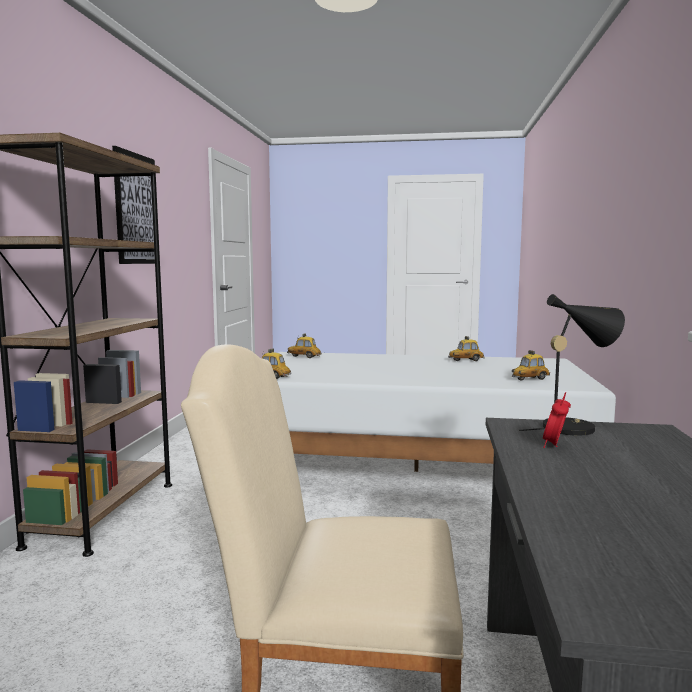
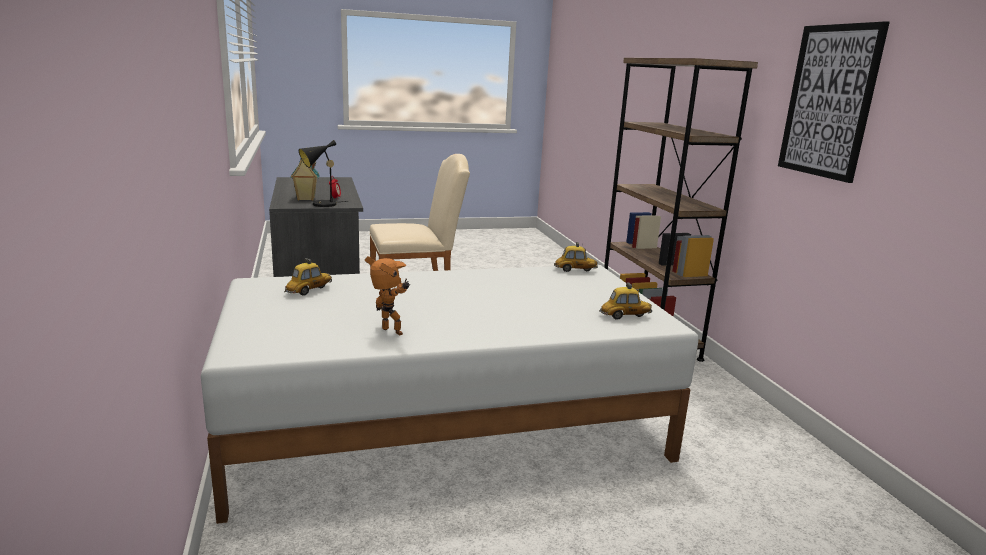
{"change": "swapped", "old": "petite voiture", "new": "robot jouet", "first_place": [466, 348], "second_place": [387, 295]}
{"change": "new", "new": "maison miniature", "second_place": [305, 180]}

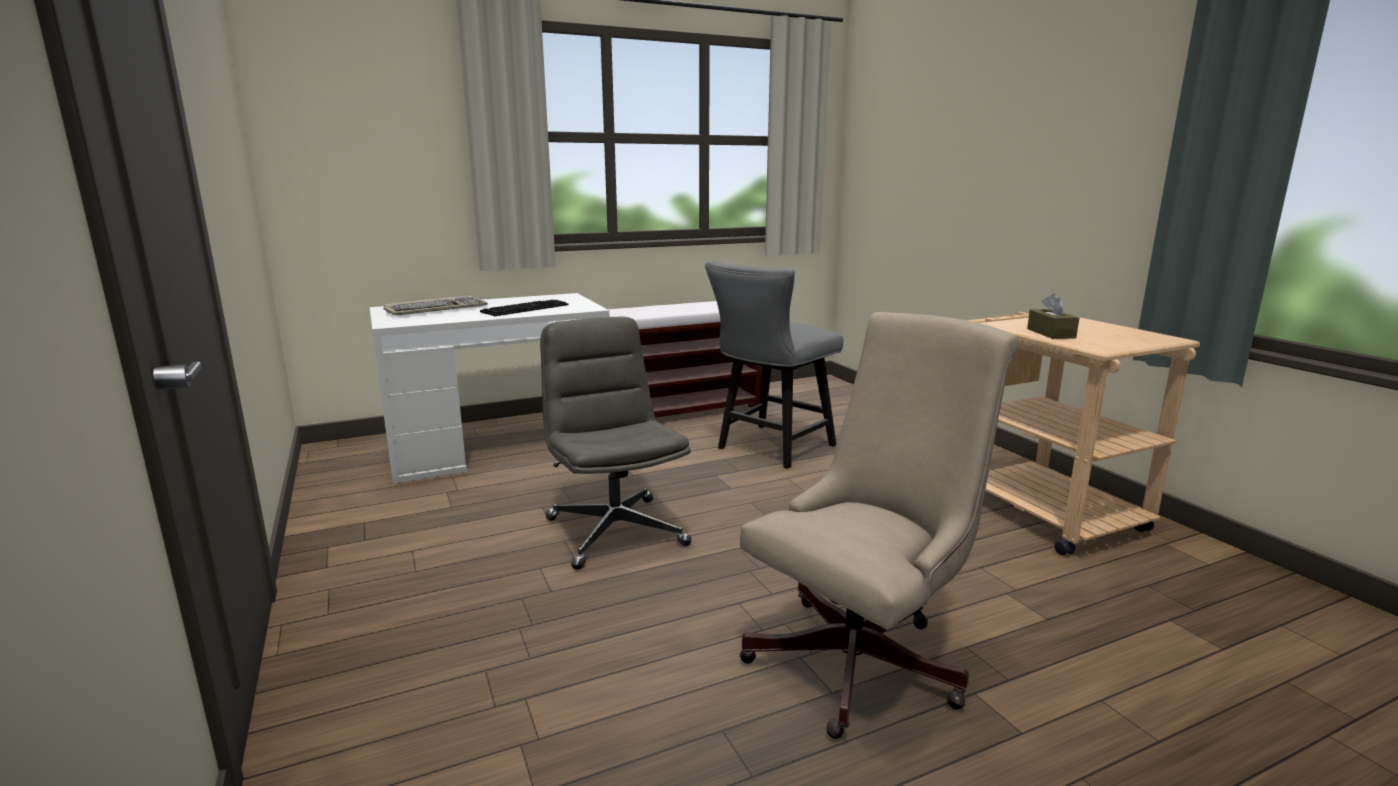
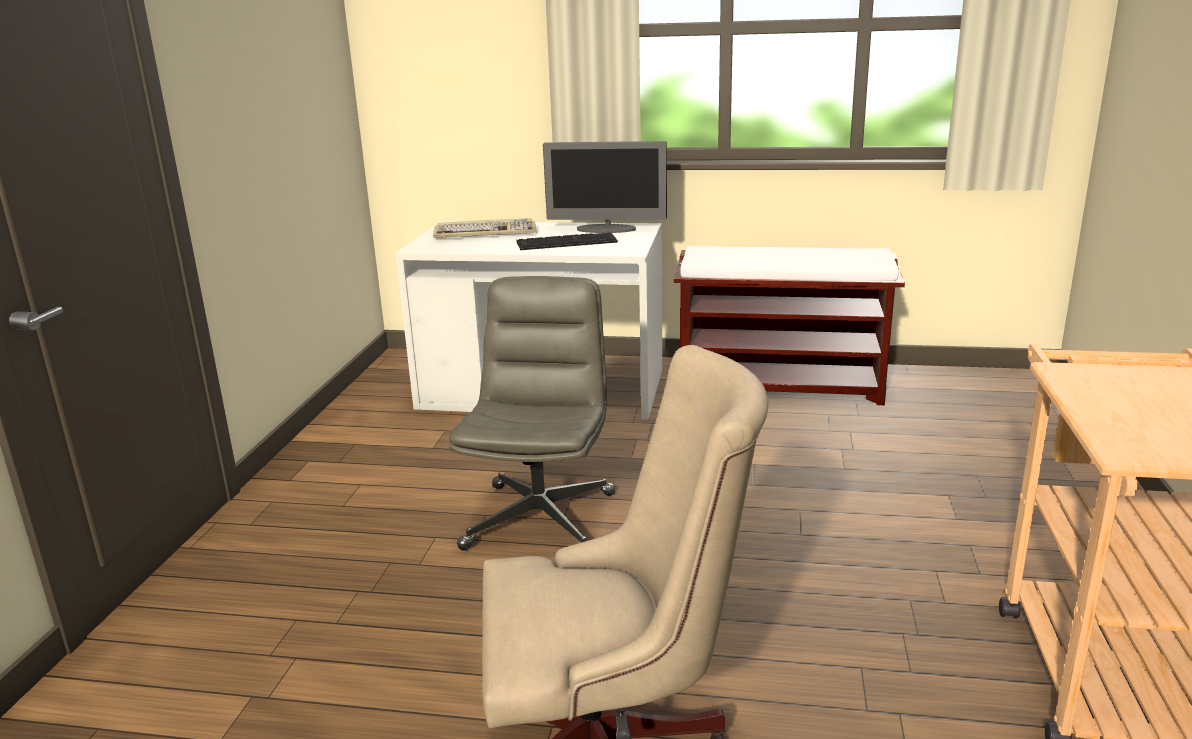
{"change": "gone", "old": "chaise (gris)", "first_place": [774, 365]}
{"change": "gone", "old": "boîte à mouchoirs (marron)", "first_place": [1053, 316]}
{"change": "new", "new": "écran d'ordinateur", "second_place": [605, 187]}

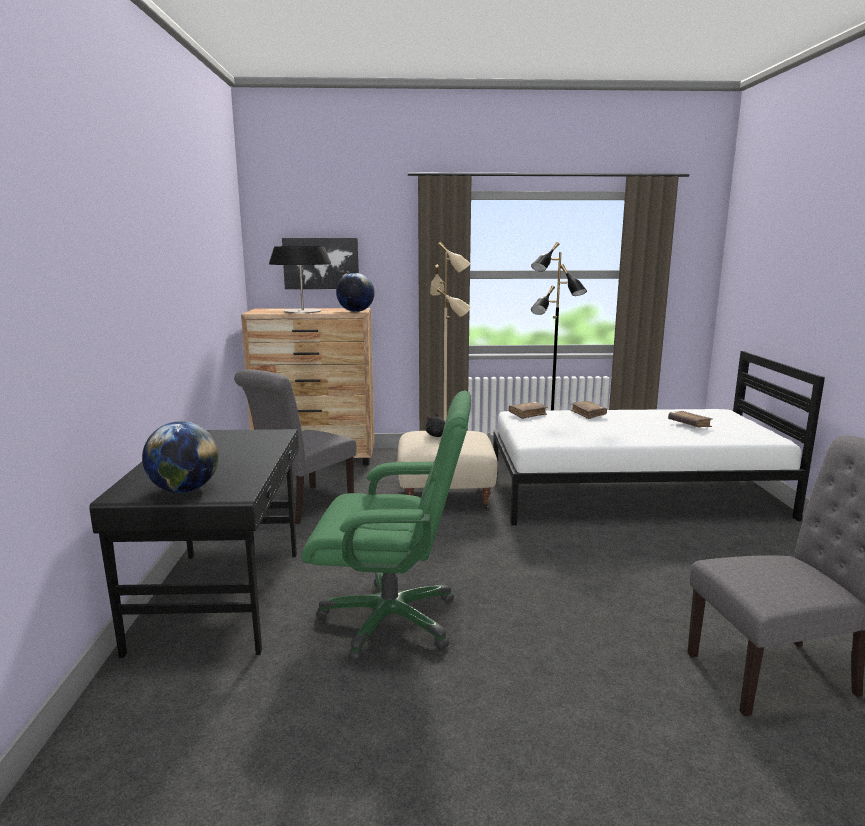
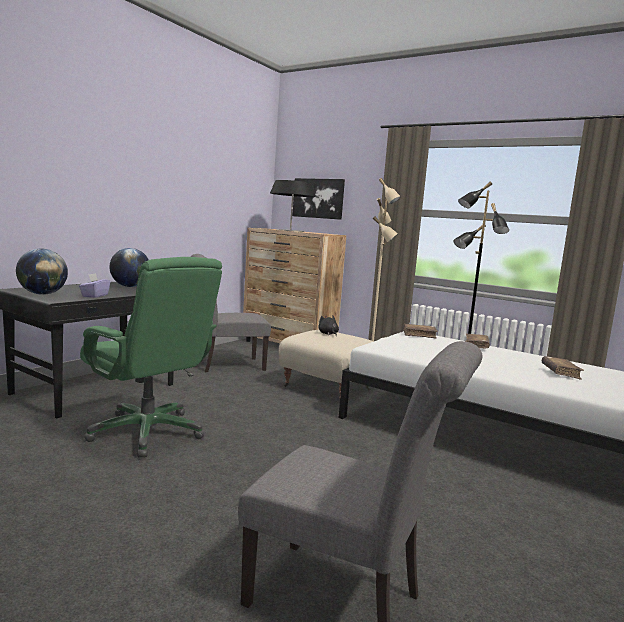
{"change": "shifted", "old": "globe", "first_place": [355, 292], "second_place": [129, 267]}
{"change": "new", "new": "boîte à mouchoirs (violet)", "second_place": [94, 285]}

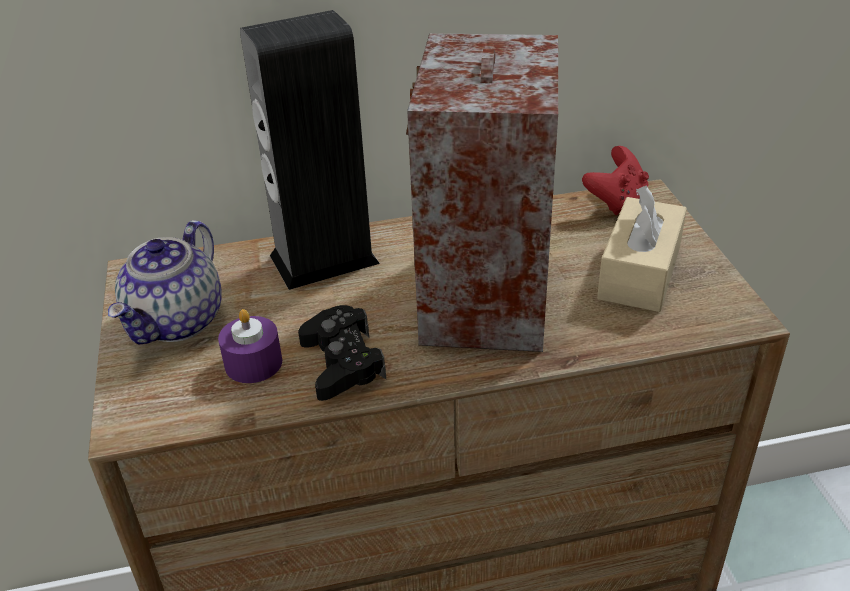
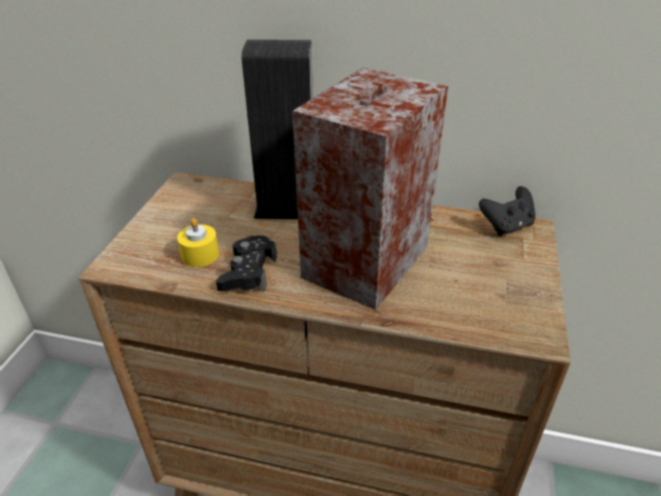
{"change": "repainted", "old": "manette (rouge)", "new": "manette (noir)", "first_place": [615, 180], "second_place": [507, 210]}
{"change": "gone", "old": "boîte à mouchoirs (beige)", "first_place": [642, 248]}
{"change": "gone", "old": "théière", "first_place": [165, 282]}
{"change": "repainted", "old": "bougie (violet)", "new": "bougie (jaune)", "first_place": [250, 346], "second_place": [198, 242]}

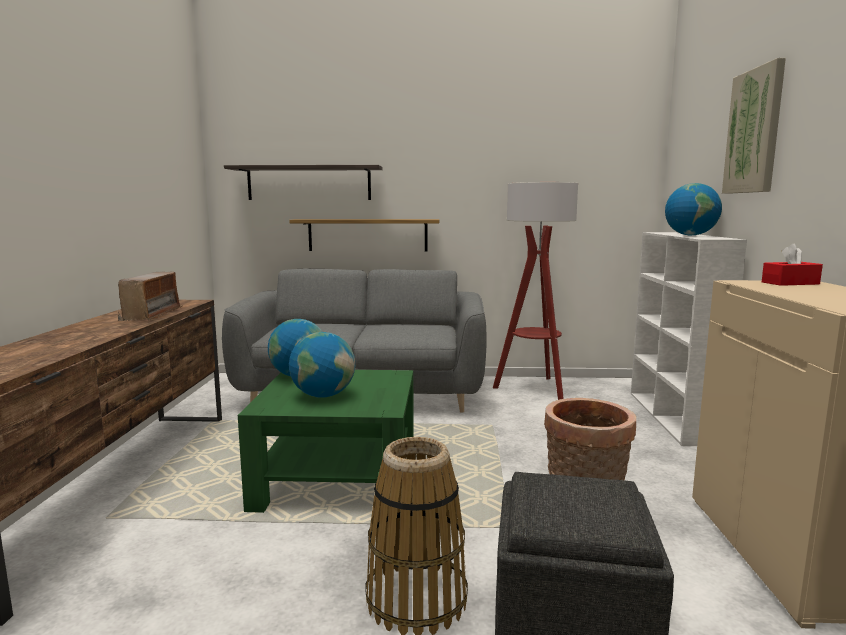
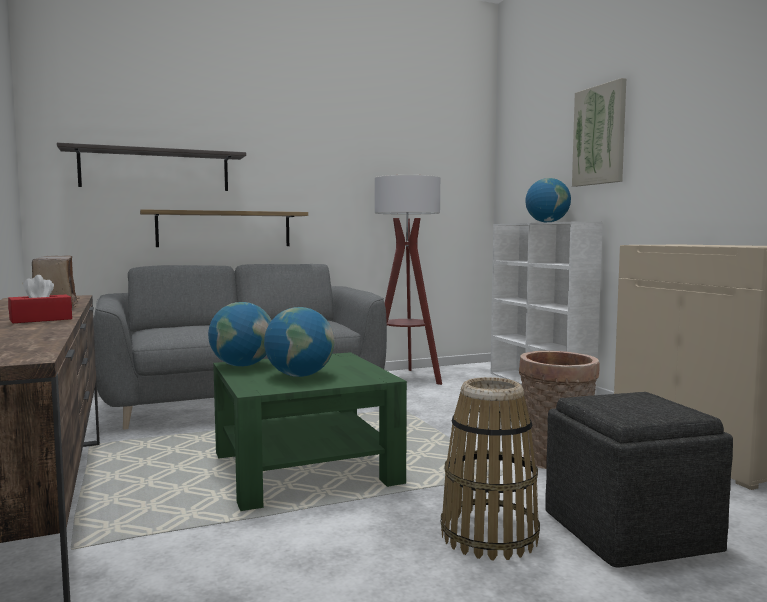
{"change": "shifted", "old": "boîte à mouchoirs (rouge)", "first_place": [792, 265], "second_place": [40, 299]}

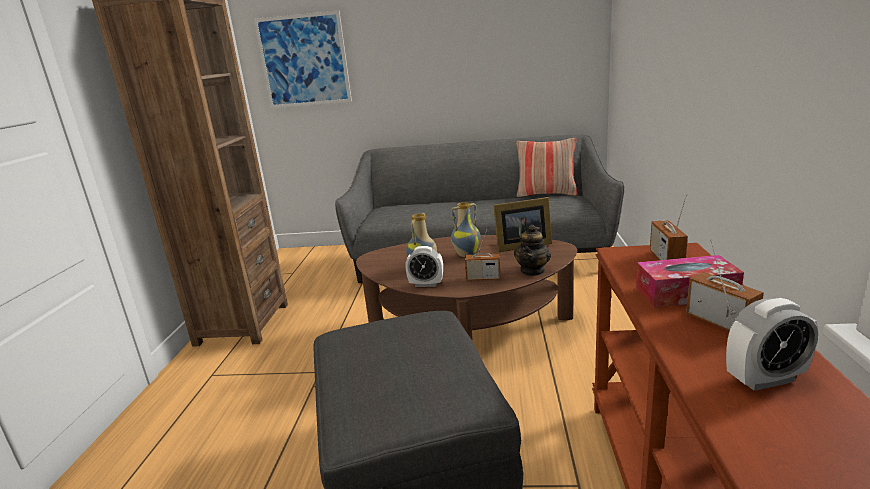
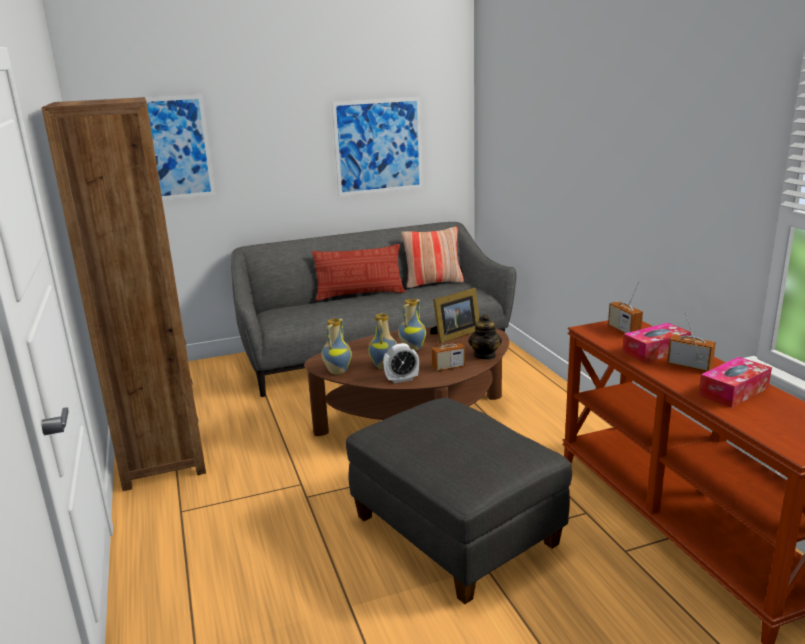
{"change": "swapped", "old": "réveil", "new": "boîte à mouchoirs", "first_place": [772, 344], "second_place": [735, 382]}
{"change": "new", "new": "tableau", "second_place": [377, 146]}
{"change": "new", "new": "coussin", "second_place": [358, 272]}
{"change": "new", "new": "vase", "second_place": [336, 347]}

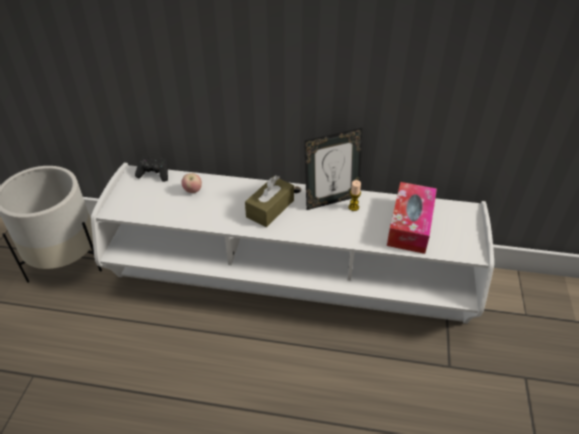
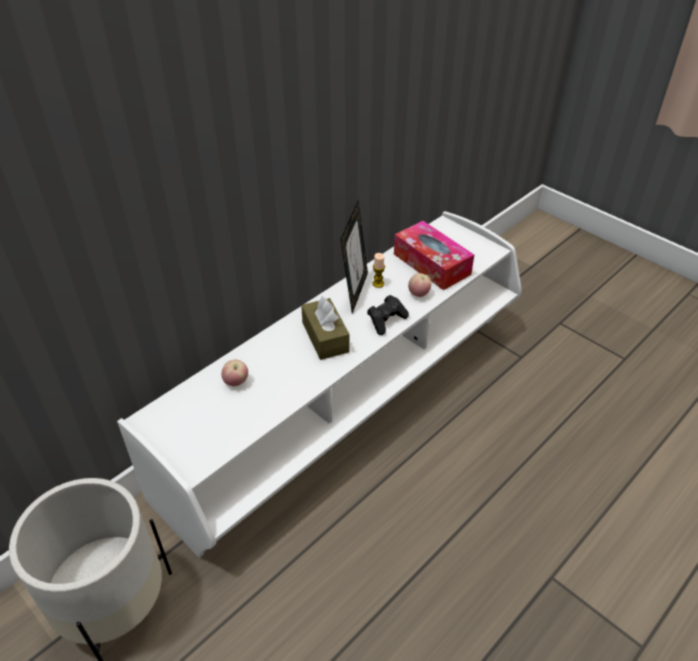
{"change": "shifted", "old": "manette (noir)", "first_place": [151, 169], "second_place": [388, 315]}
{"change": "new", "new": "pomme", "second_place": [420, 285]}

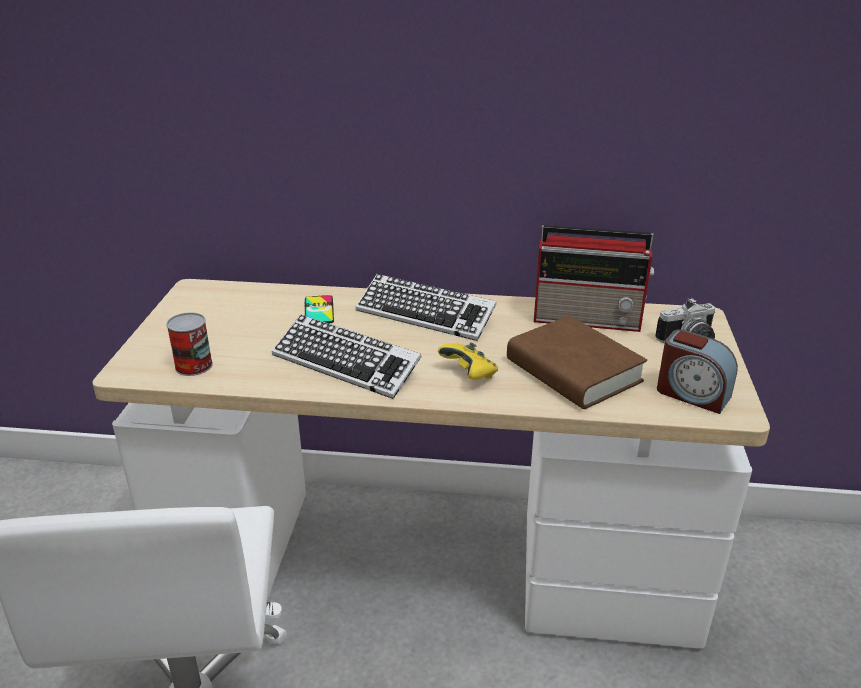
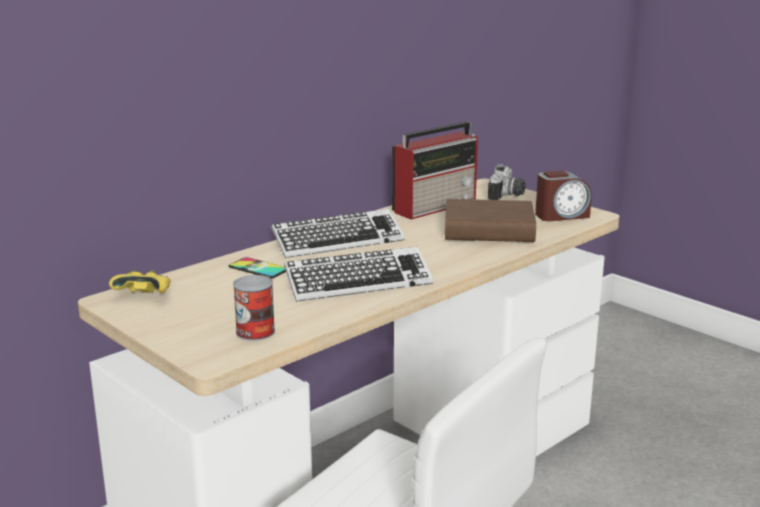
{"change": "shifted", "old": "manette (jaune)", "first_place": [468, 361], "second_place": [139, 282]}

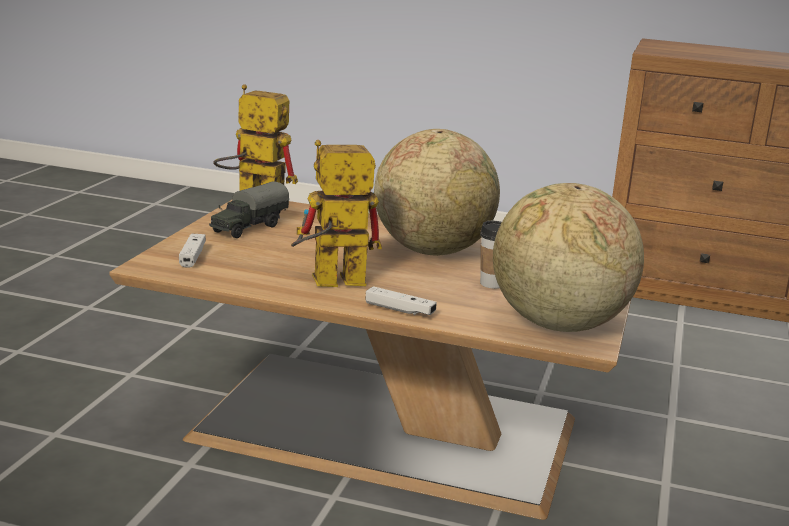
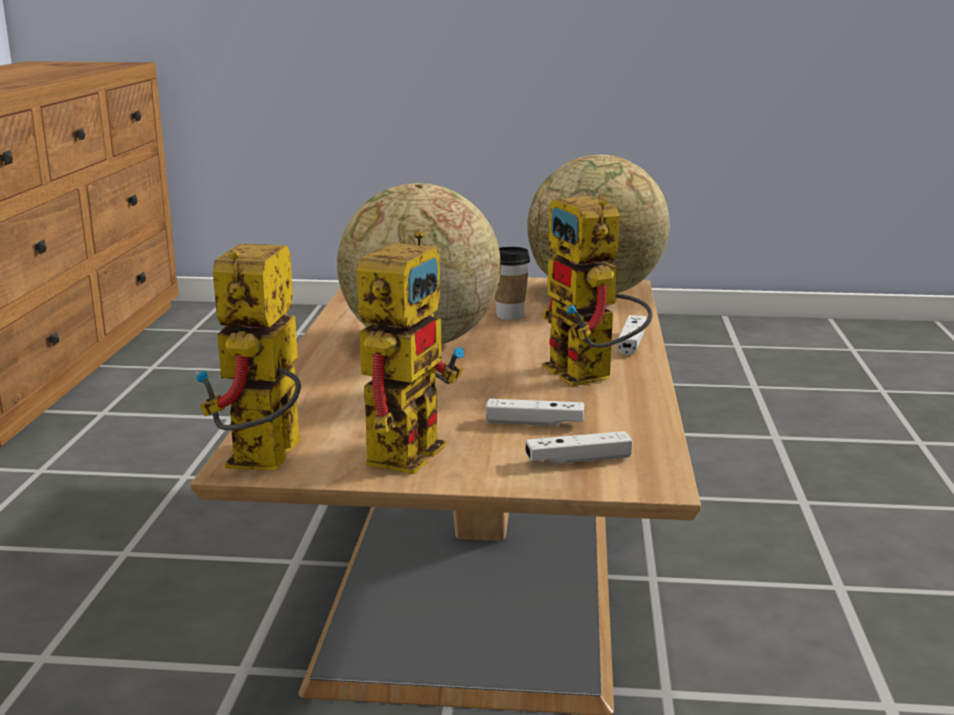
{"change": "swapped", "old": "camion jouet", "new": "robot jouet", "first_place": [249, 209], "second_place": [411, 351]}
{"change": "new", "new": "manette (blanc)", "second_place": [535, 412]}

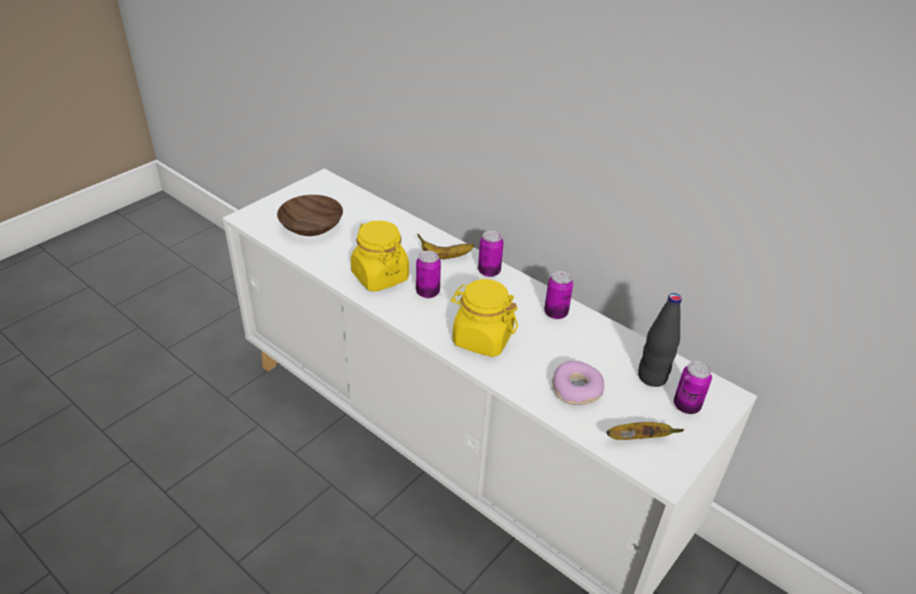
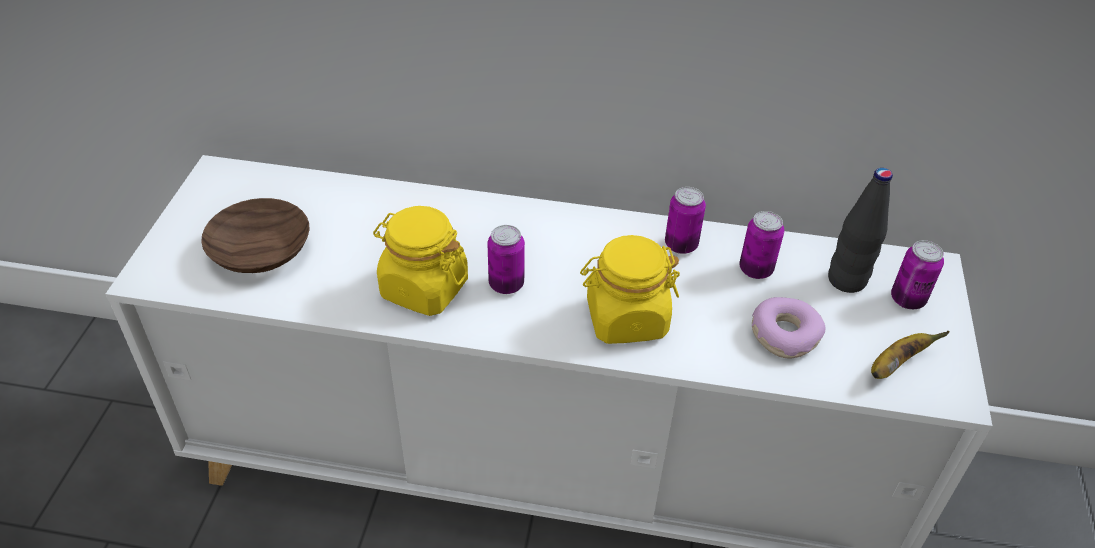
{"change": "shifted", "old": "boîte métallique", "first_place": [491, 254], "second_place": [761, 245]}
{"change": "gone", "old": "banane", "first_place": [445, 246]}

